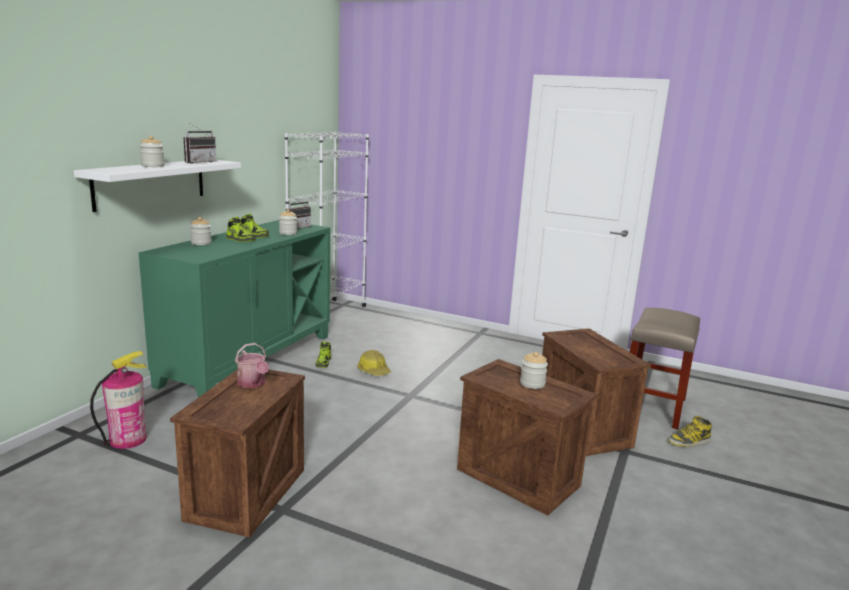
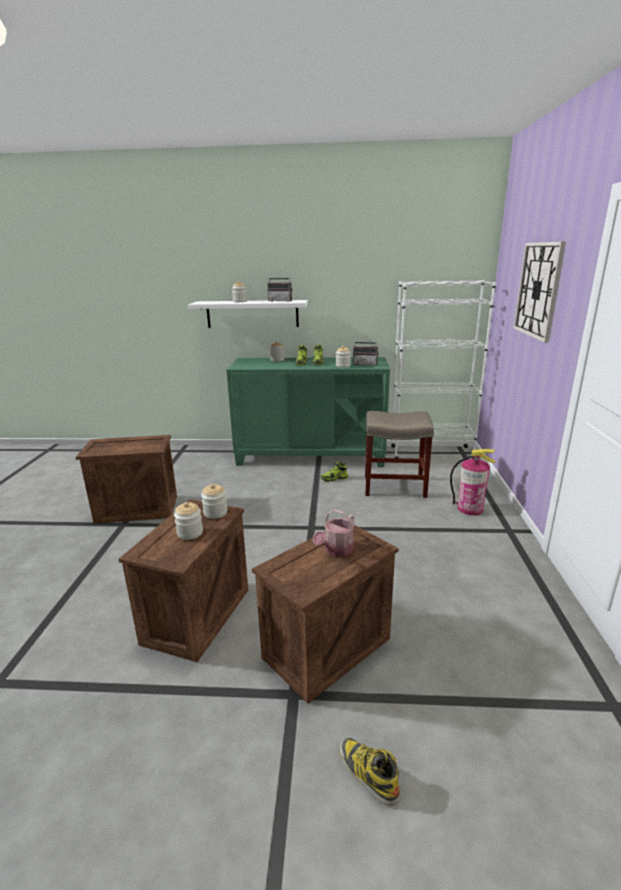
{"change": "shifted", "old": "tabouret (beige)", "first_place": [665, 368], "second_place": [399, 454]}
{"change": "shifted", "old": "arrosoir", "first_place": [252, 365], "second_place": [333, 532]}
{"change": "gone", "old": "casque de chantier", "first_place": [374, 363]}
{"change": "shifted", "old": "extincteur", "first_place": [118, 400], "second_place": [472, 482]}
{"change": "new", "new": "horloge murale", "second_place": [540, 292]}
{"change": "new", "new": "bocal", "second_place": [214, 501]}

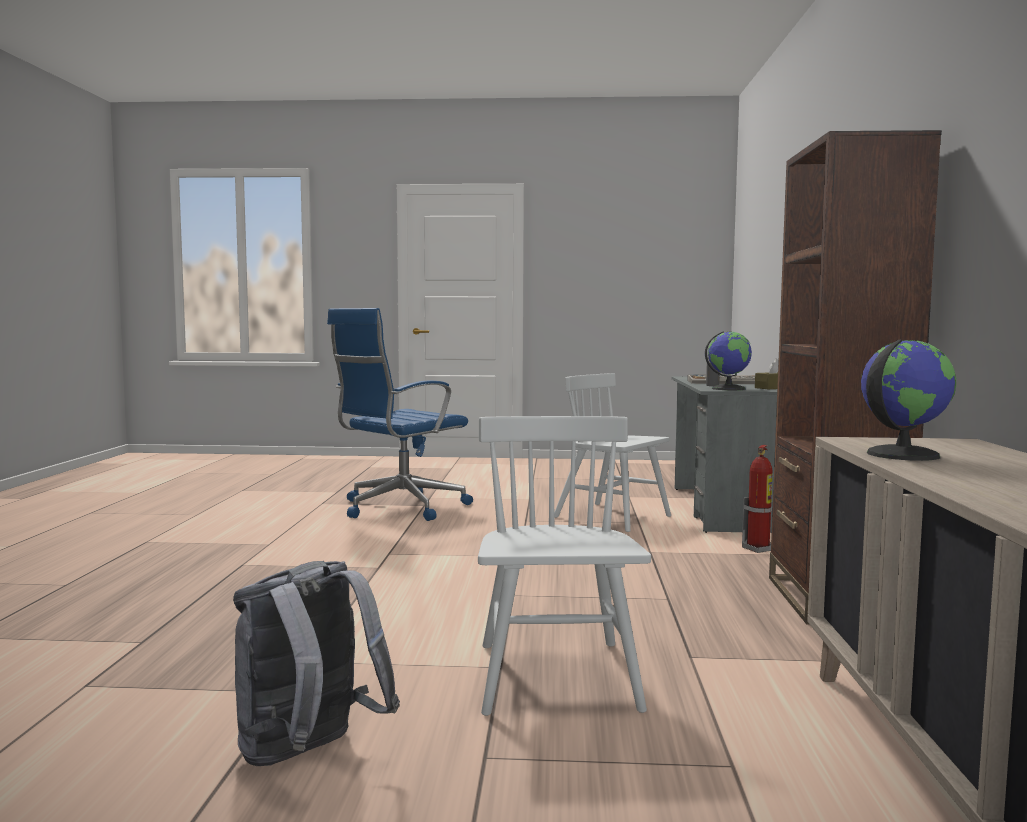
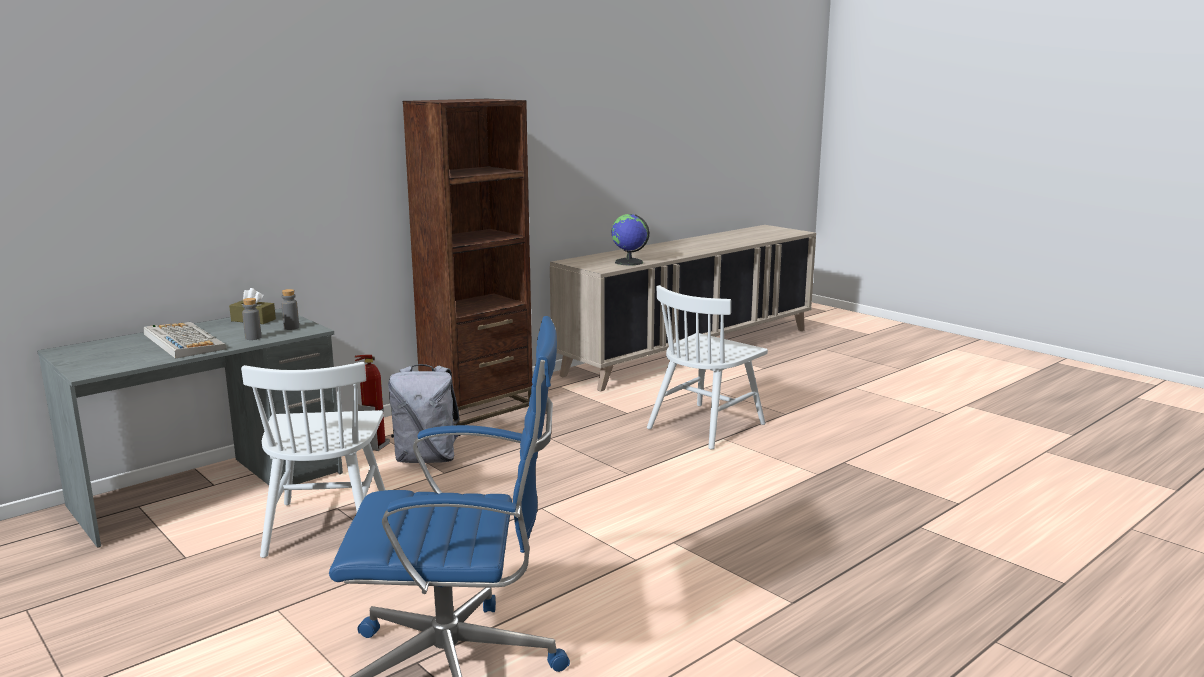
{"change": "swapped", "old": "globe", "new": "bouteille (gris)", "first_place": [728, 360], "second_place": [290, 309]}
{"change": "shifted", "old": "sac à dos (gris)", "first_place": [316, 663], "second_place": [424, 413]}

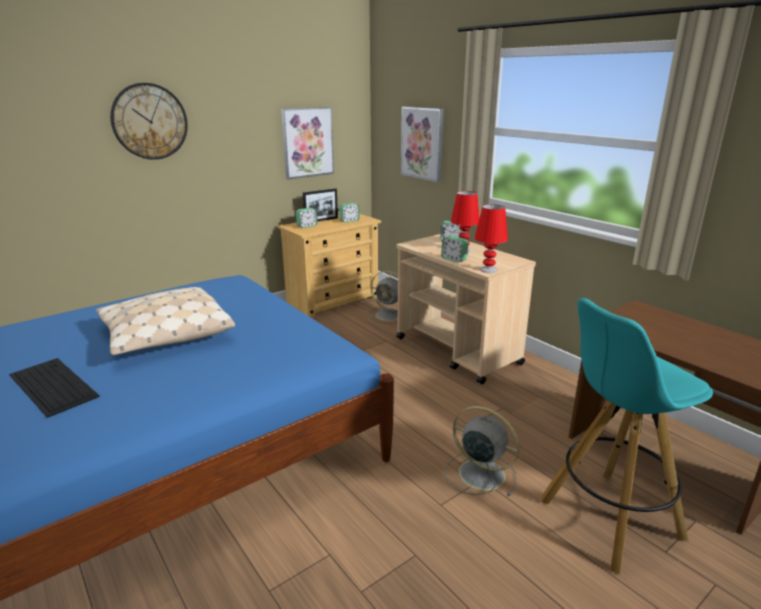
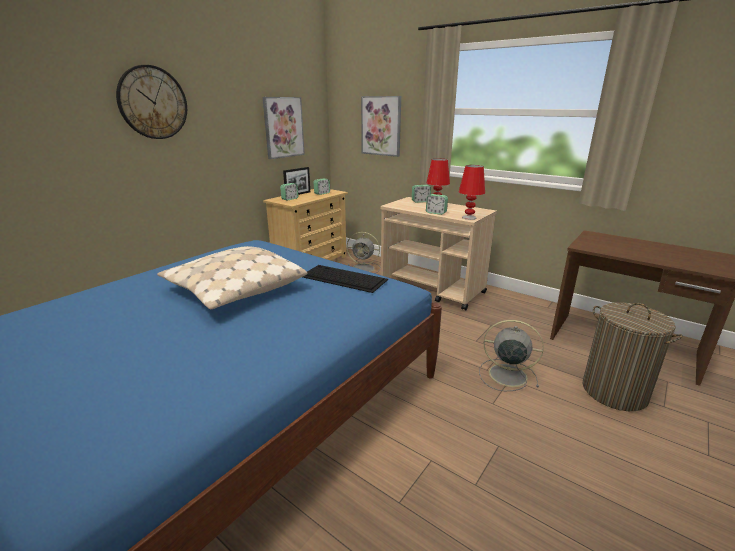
{"change": "swapped", "old": "tabouret (turquoise)", "new": "panier à linge", "first_place": [627, 436], "second_place": [633, 356]}
{"change": "shifted", "old": "clavier", "first_place": [54, 388], "second_place": [345, 279]}

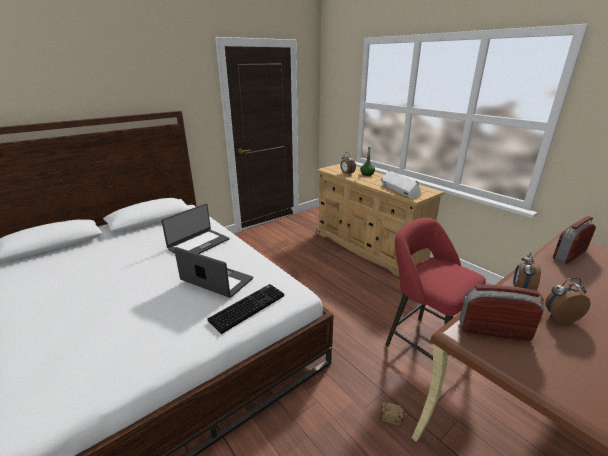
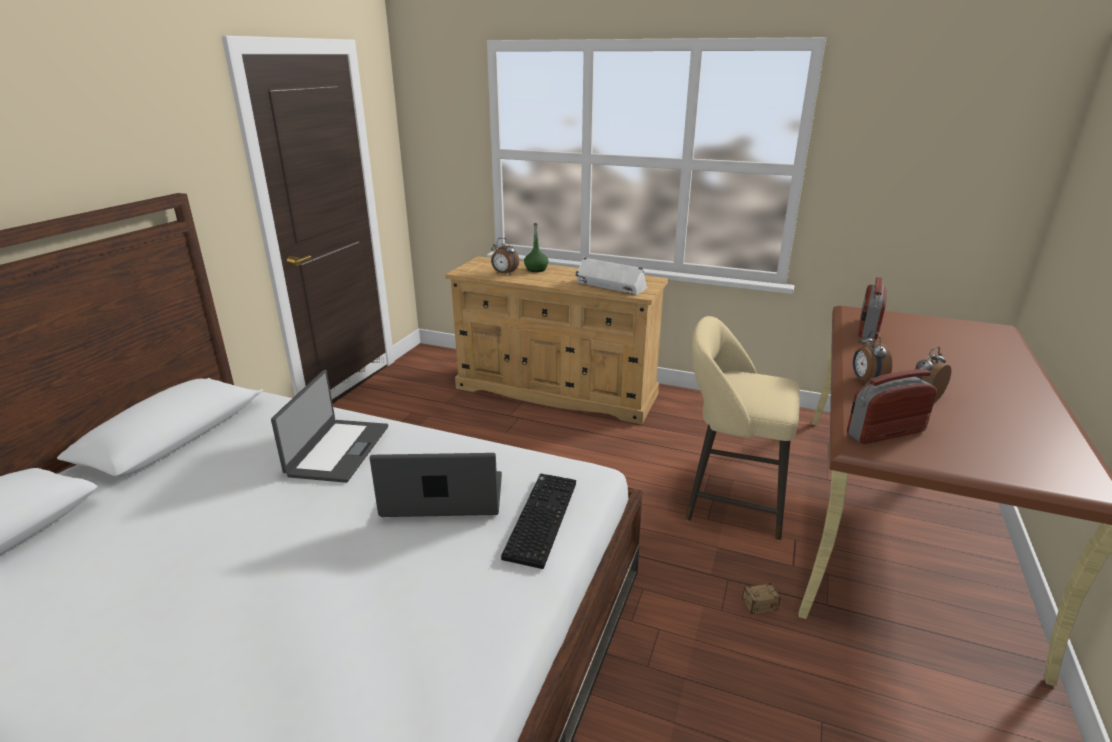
{"change": "repainted", "old": "tabouret (rouge)", "new": "tabouret (beige)", "first_place": [435, 289], "second_place": [743, 428]}

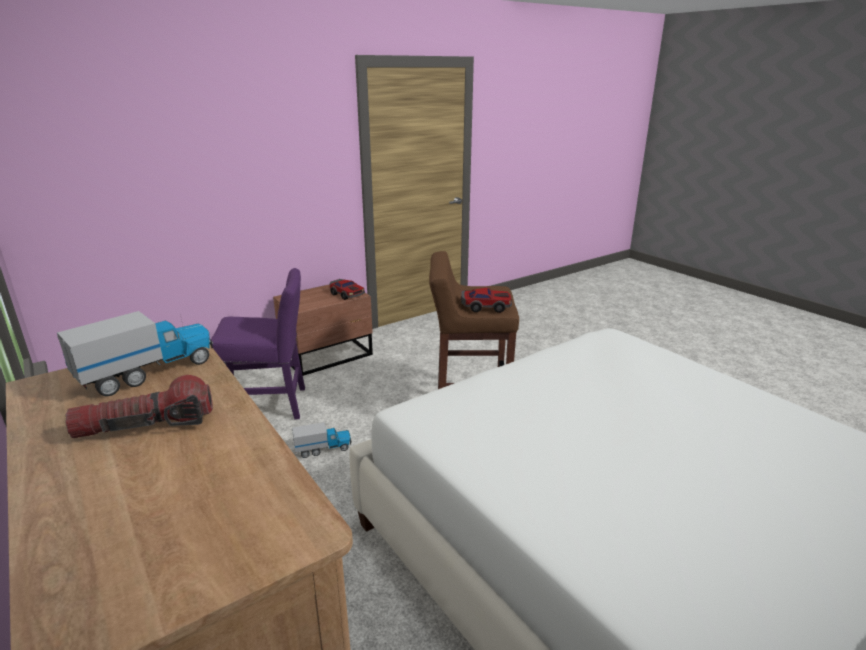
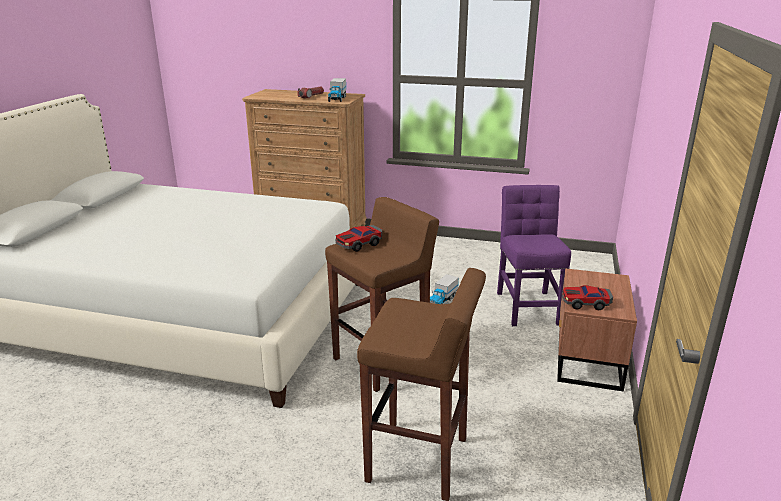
{"change": "rotated", "old": "chaise (violet)", "first_place": [258, 343], "second_place": [534, 255], "degrees": 135}
{"change": "new", "new": "tabouret (marron)", "second_place": [421, 384]}

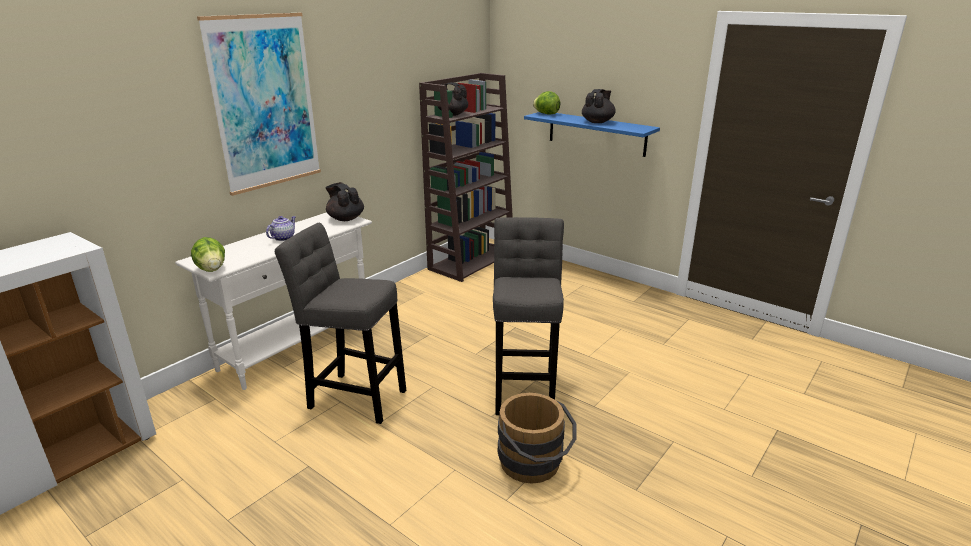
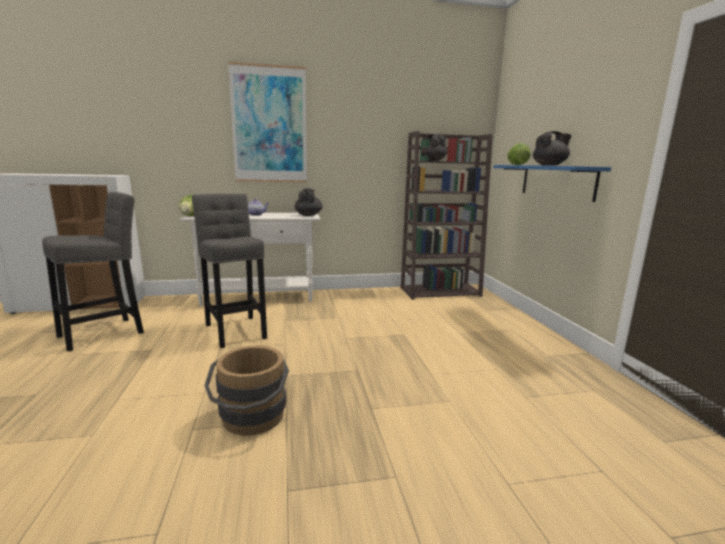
{"change": "shifted", "old": "tabouret (gris)", "first_place": [528, 316], "second_place": [93, 271]}

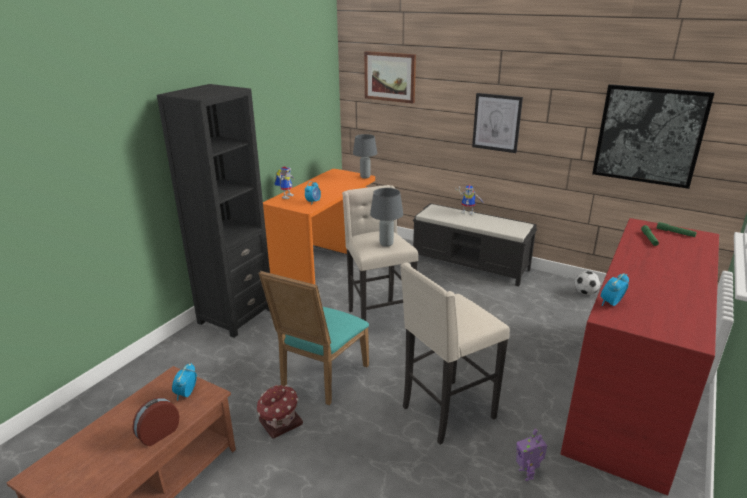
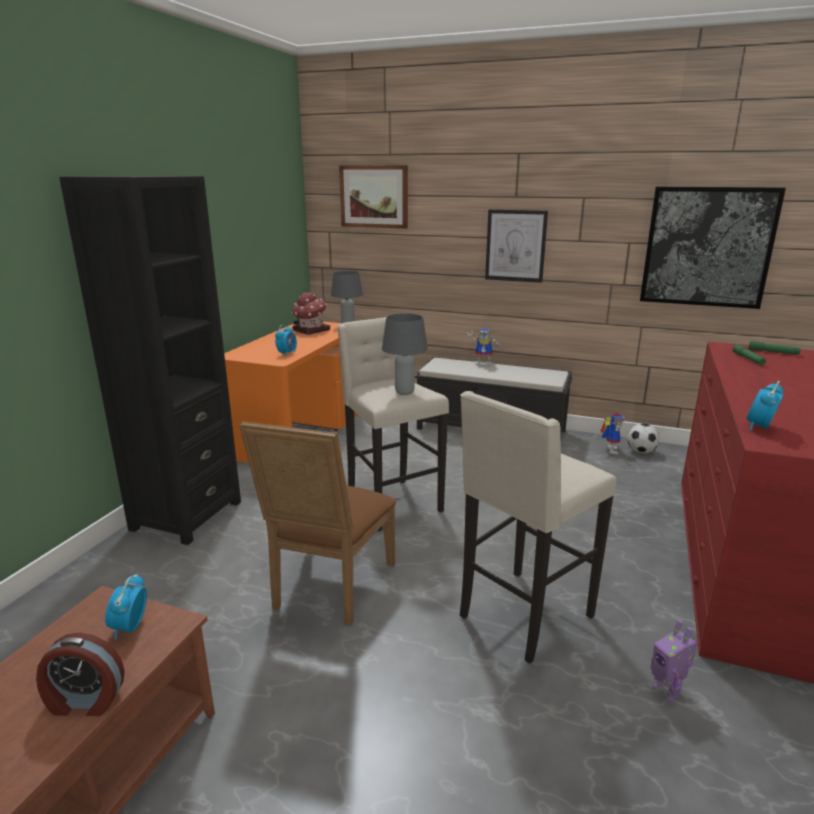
{"change": "shifted", "old": "robot jouet", "first_place": [285, 183], "second_place": [612, 433]}
{"change": "repainted", "old": "chaise (turquoise)", "new": "chaise (marron)", "first_place": [314, 338], "second_place": [317, 523]}
{"change": "shifted", "old": "maison miniature", "first_place": [280, 412], "second_place": [311, 313]}
{"change": "rotated", "old": "réveil", "first_place": [156, 422], "second_place": [80, 674], "degrees": -120}

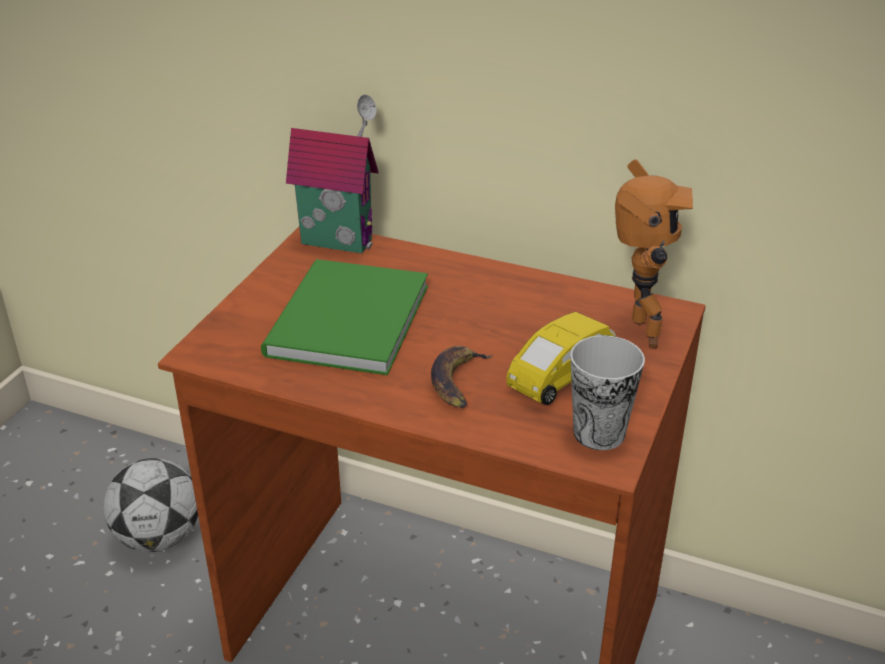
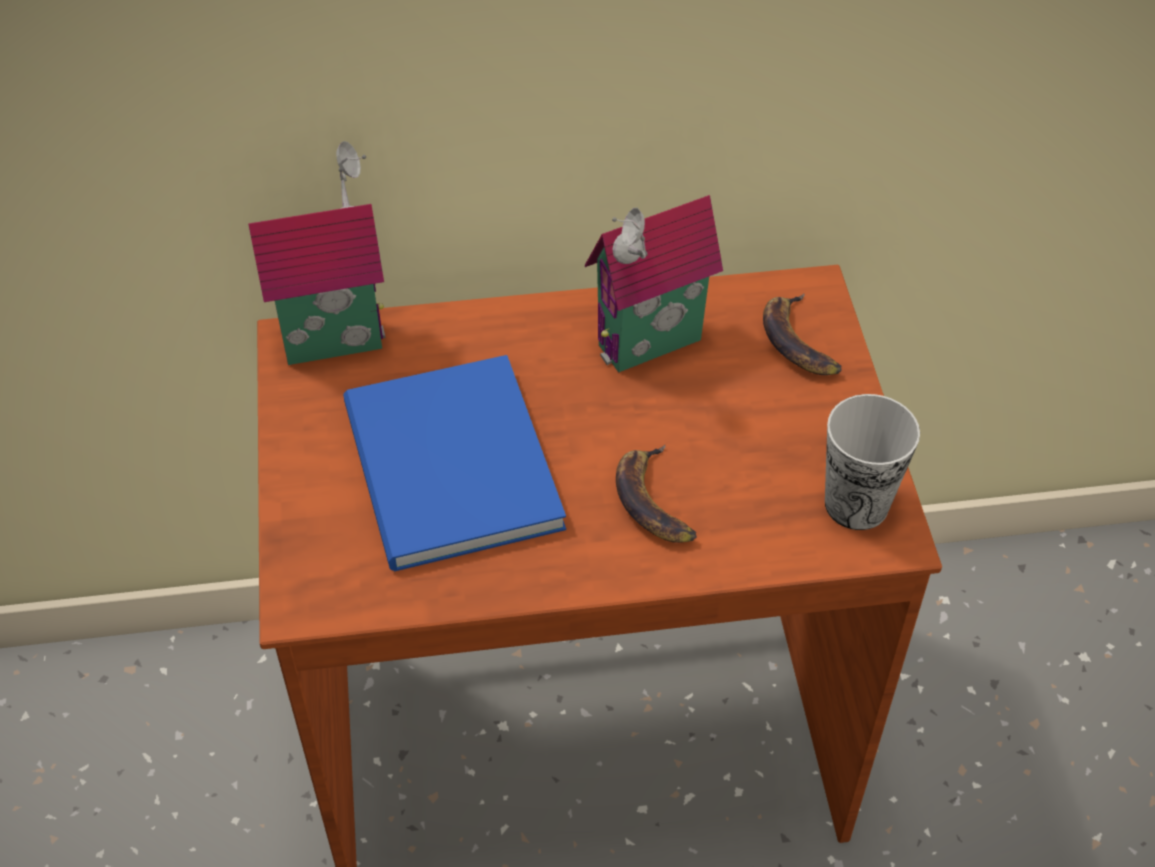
{"change": "swapped", "old": "robot jouet", "new": "banane", "first_place": [654, 254], "second_place": [802, 334]}
{"change": "repainted", "old": "livre (vert)", "new": "livre (bleu)", "first_place": [344, 317], "second_place": [454, 463]}
{"change": "gone", "old": "petite voiture (jaune)", "first_place": [561, 358]}
{"change": "gone", "old": "ballon de foot", "first_place": [151, 505]}
{"change": "new", "new": "maison miniature", "second_place": [654, 284]}

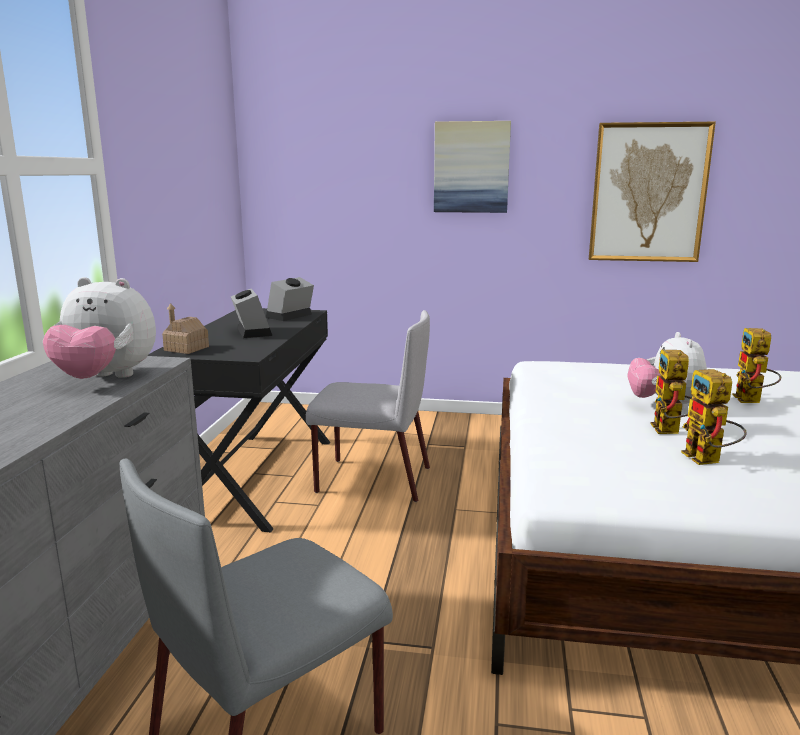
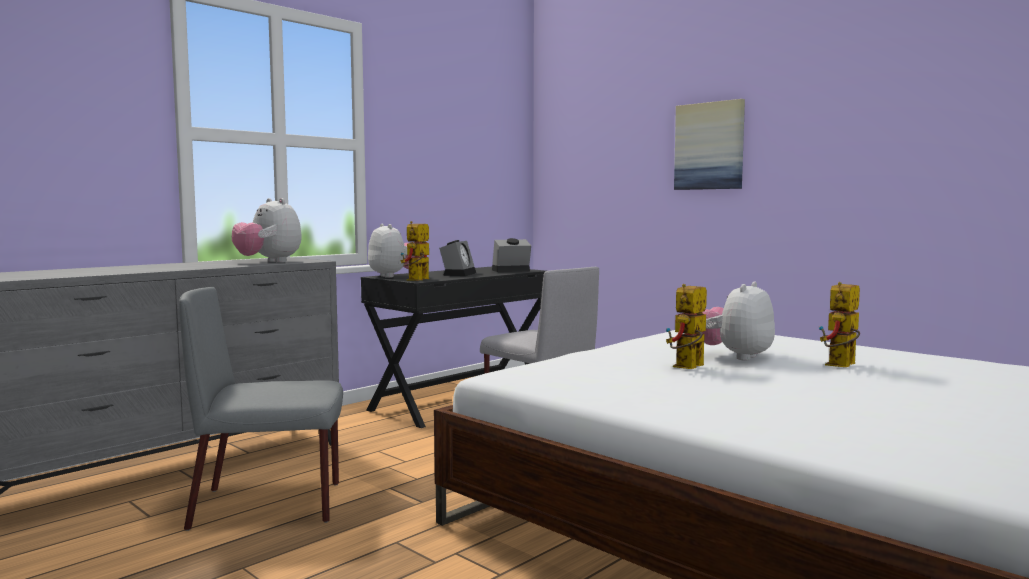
{"change": "gone", "old": "tableau", "first_place": [652, 192]}
{"change": "swapped", "old": "maison miniature", "new": "peluche", "first_place": [185, 328], "second_place": [391, 251]}
{"change": "shifted", "old": "robot jouet", "first_place": [714, 417], "second_place": [414, 250]}

